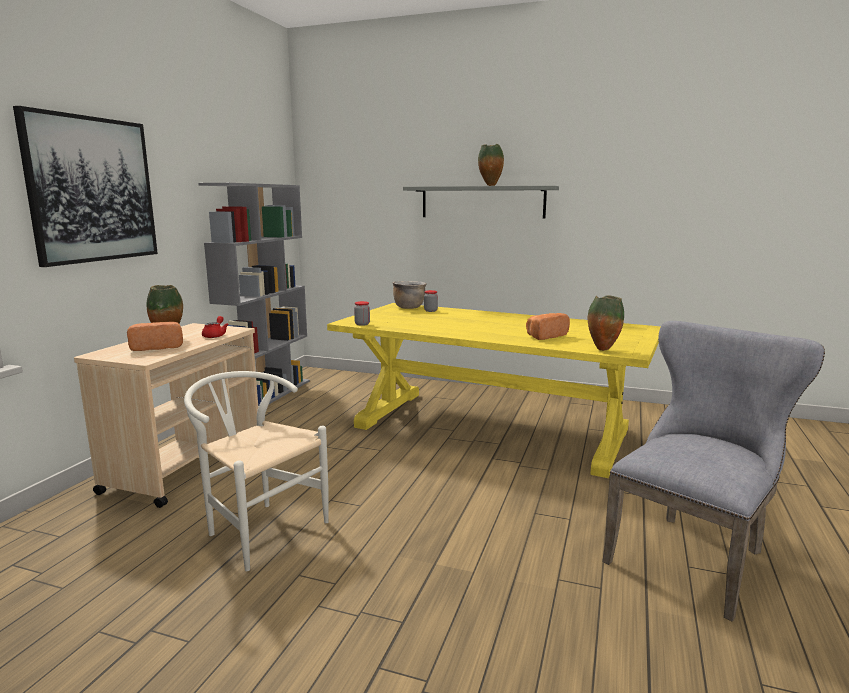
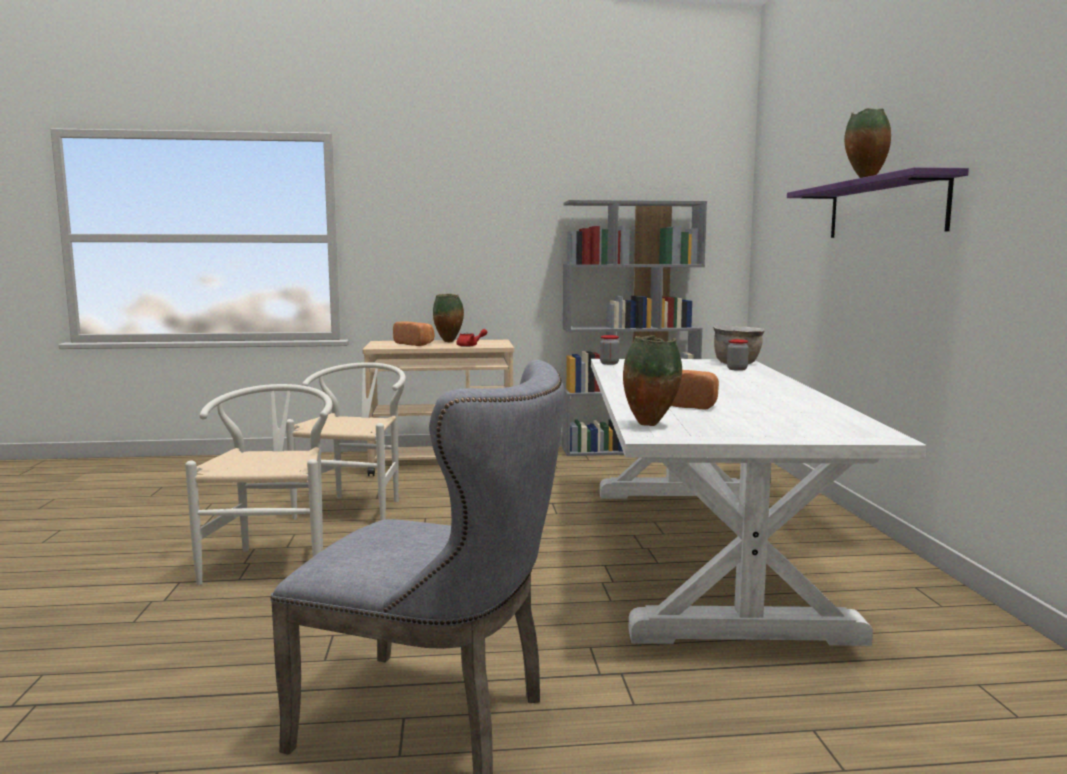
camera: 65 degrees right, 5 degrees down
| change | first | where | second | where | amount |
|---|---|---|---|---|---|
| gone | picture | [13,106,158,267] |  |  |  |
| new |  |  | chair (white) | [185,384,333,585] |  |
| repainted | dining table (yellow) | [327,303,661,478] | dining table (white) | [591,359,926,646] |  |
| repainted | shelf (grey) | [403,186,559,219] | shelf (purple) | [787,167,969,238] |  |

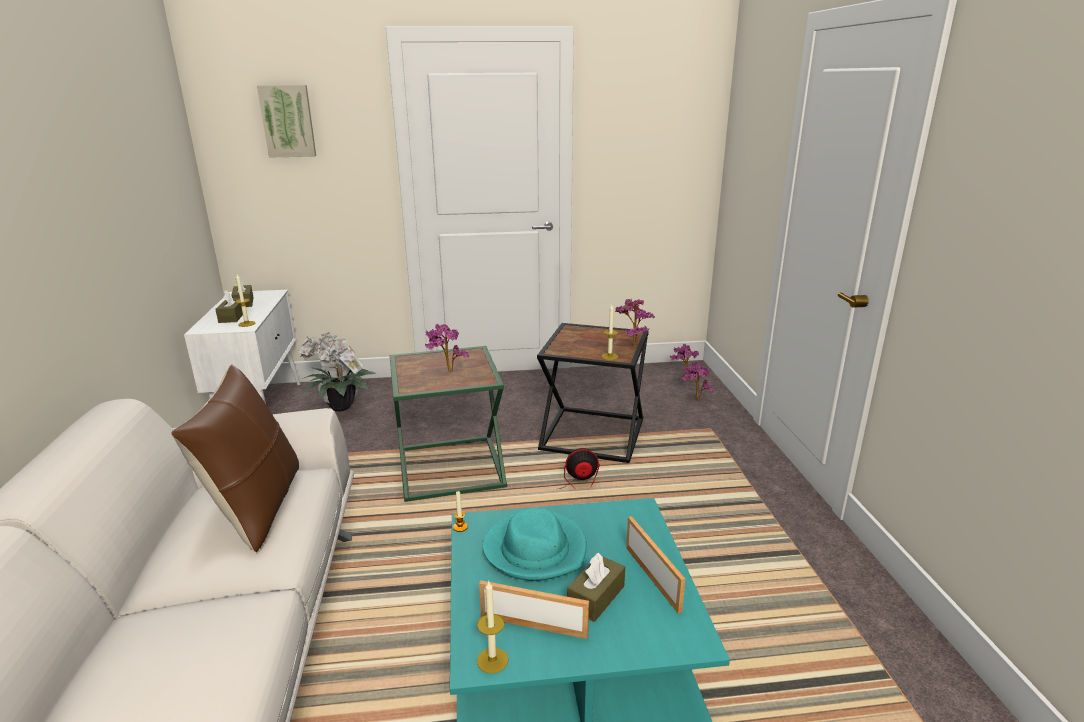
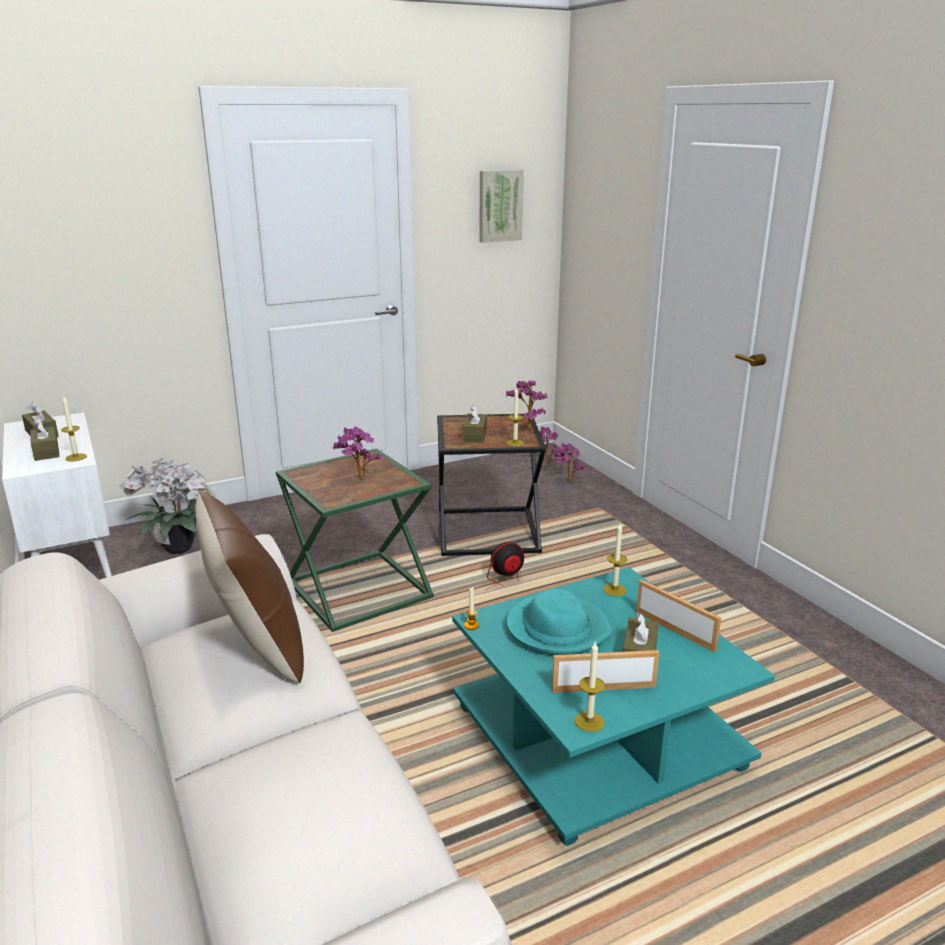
camera: 20 degrees left, 0 degrees up
| change | first | where | second | where | amount |
|---|---|---|---|---|---|
| new |  |  | tissue box (brown) | [463,405,487,442] |  |
| new |  |  | candle | [603,523,627,596] |  |
| shifted | picture | [257,85,316,158] |  | [480,170,524,243] |  |

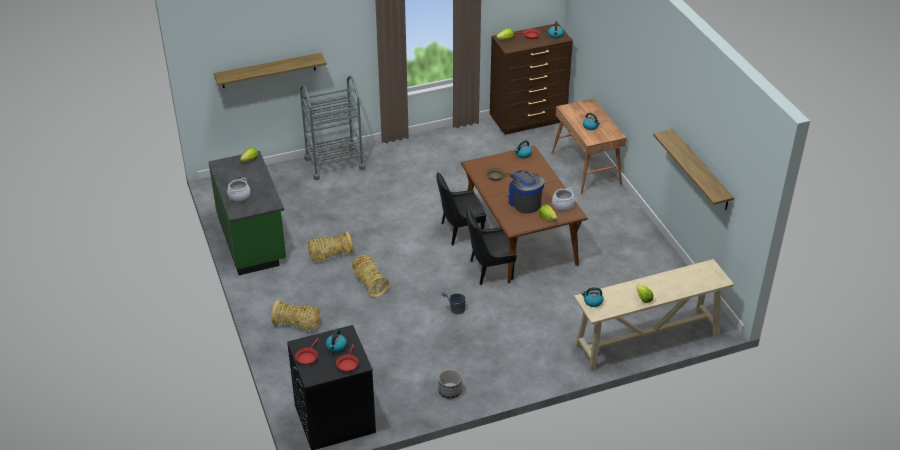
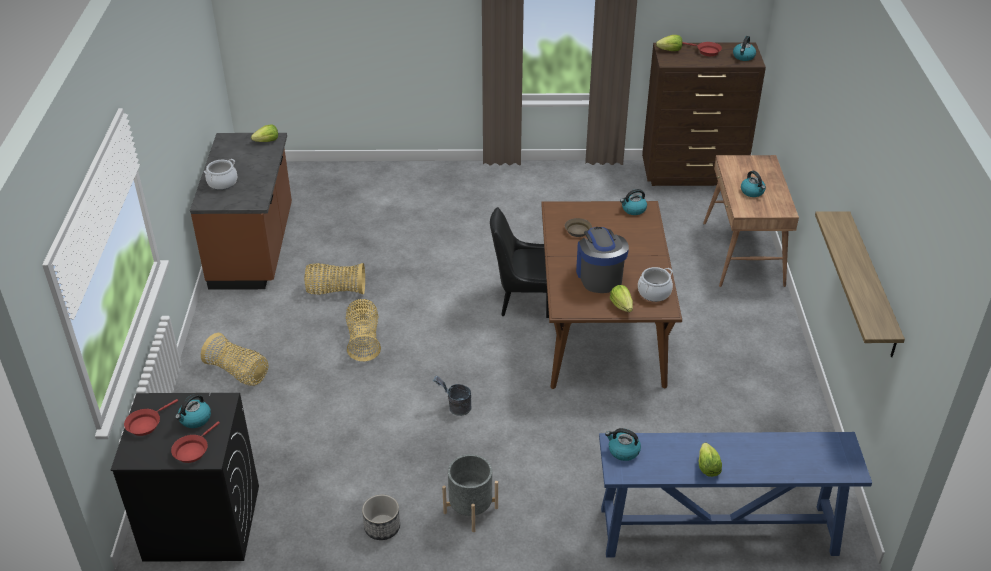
camera: 20 degrees right, 0 degrees up
| change | first | where | second | where | amount |
|---|---|---|---|---|---|
| gone | shelf | [214,53,327,88] |  |  |  |
| gone | cart (grey) | [300,76,365,180] |  |  |  |
| gone | chair (black) | [466,209,516,285] |  |  |  |
| new |  |  | planter (grey) | [442,454,498,532] |  |
| repainted | counter (green) | [208,151,286,275] | counter (brown) | [190,133,292,290] |  |
| repainted | console table (beige) | [574,259,734,371] | console table (blue) | [599,432,872,557] |  |

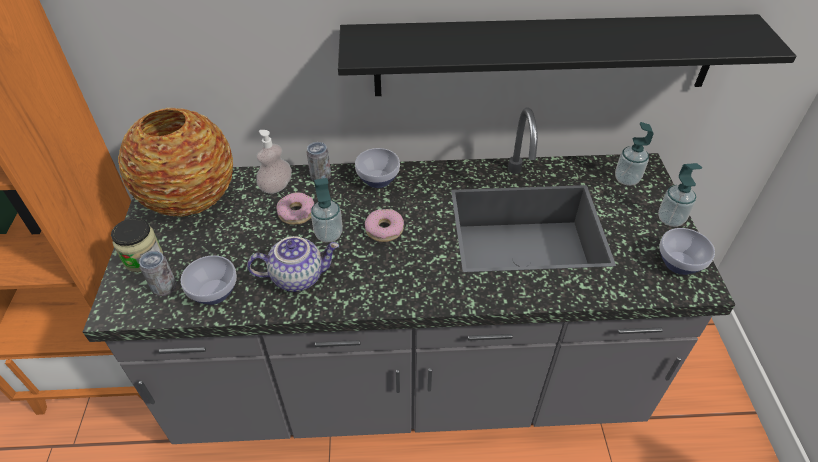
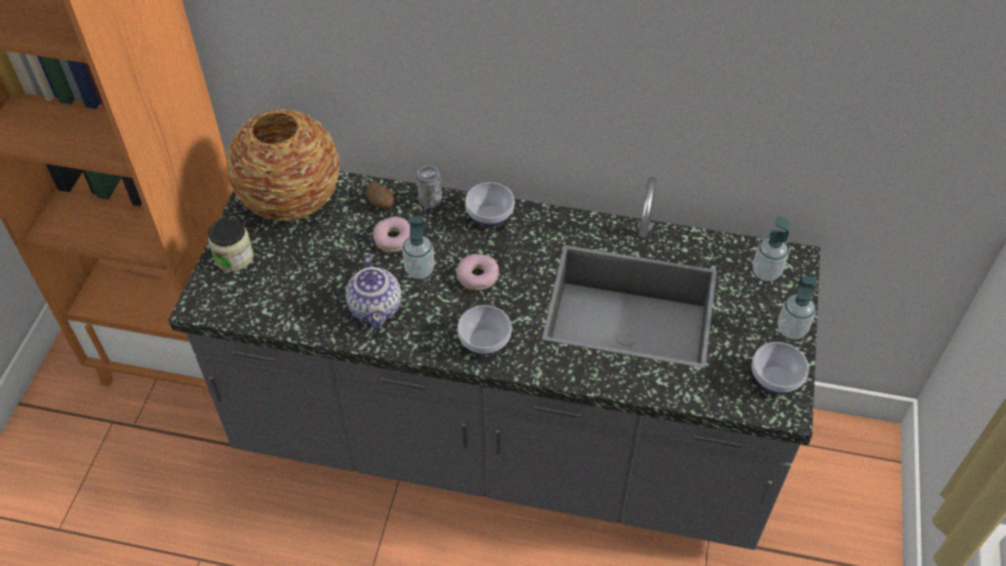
camera: 15 degrees right, 5 degrees up
| change | first | where | second | where | amount |
|---|---|---|---|---|---|
| gone | can | [139,251,177,296] |  |  |  |
| gone | shelf (black) | [338,14,796,96] |  |  |  |
| shifted | bowl | [181,255,237,305] |  | [457,305,512,355] |  |
| swapped | soap dispenser | [256,130,292,194] | potato | [366,182,394,209] |  |
| rotated | teapot | [247,236,339,292] |  | [346,252,401,328] | 75 degrees clockwise |

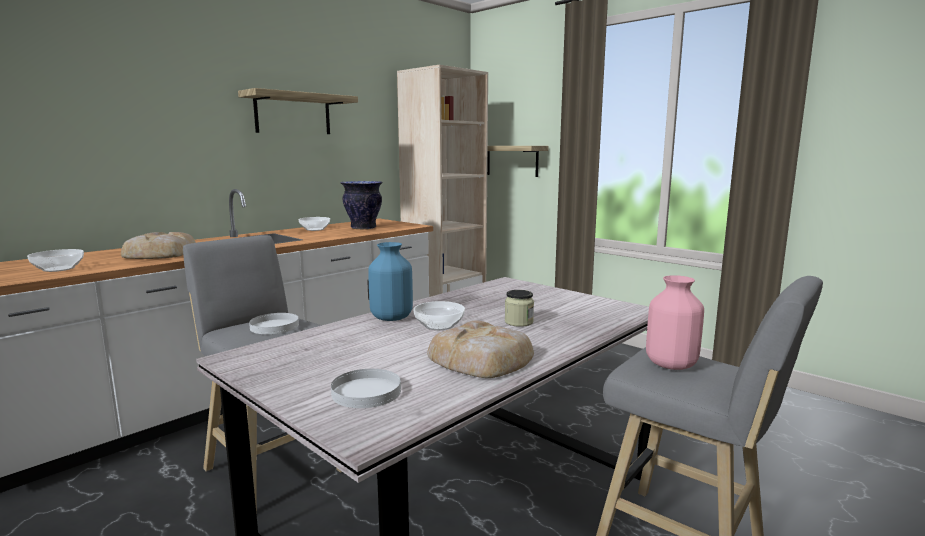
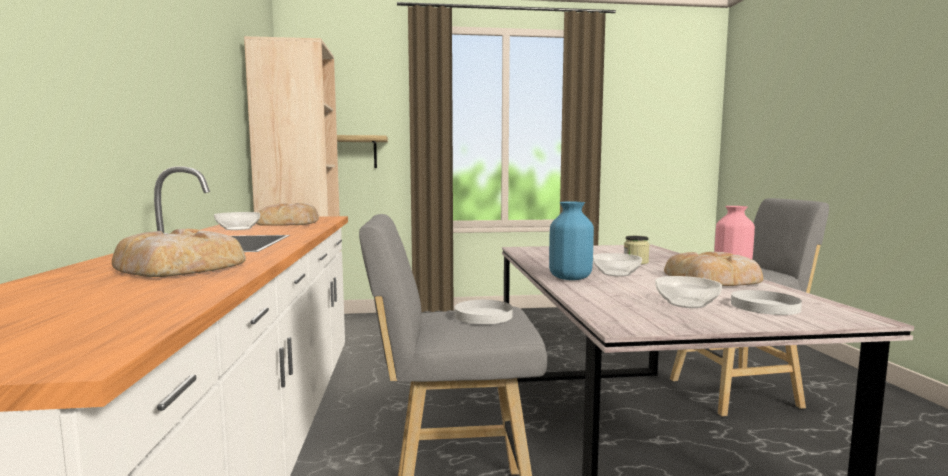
camera: 50 degrees left, 5 degrees down
| change | first | where | second | where | amount |
|---|---|---|---|---|---|
| gone | shelf | [238,88,358,134] |  |  |  |
| shifted | bowl | [27,249,84,272] |  | [655,276,722,308] |  |
| swapped | vase | [340,181,383,229] | bread | [256,203,319,226] |  |

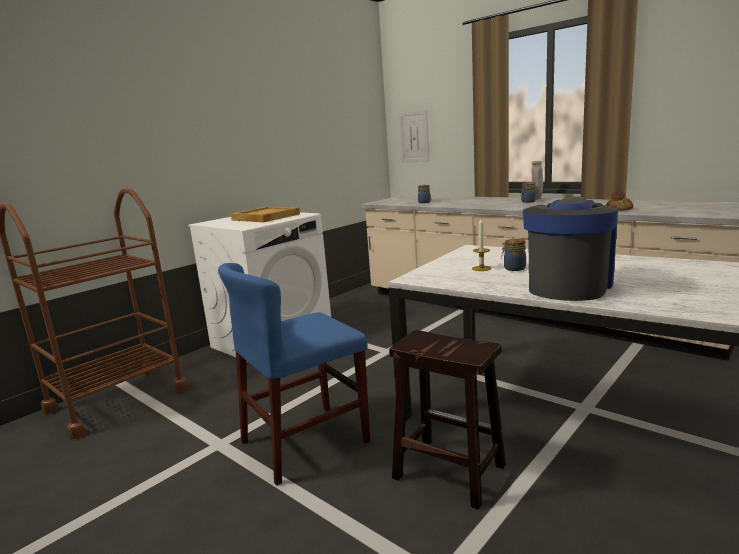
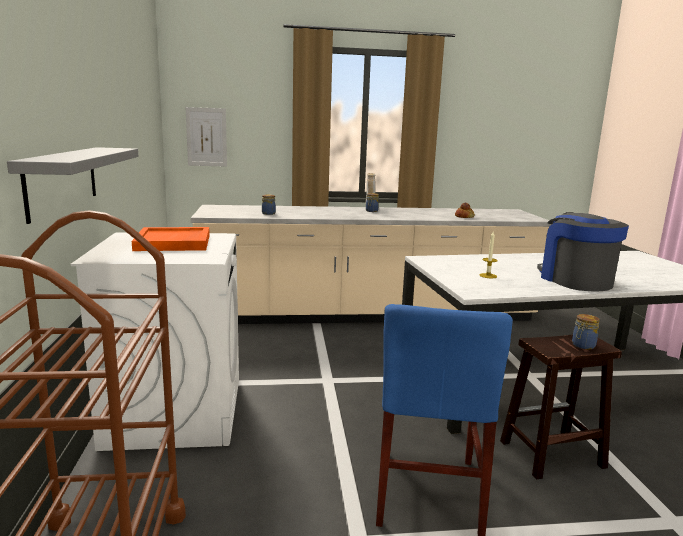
camera: 50 degrees left, 0 degrees up
| change | first | where | second | where | amount |
|---|---|---|---|---|---|
| new |  |  | shelf (grey) | [7,147,138,224] |  |
| shifted | jar | [502,239,526,271] |  | [572,314,600,349] |  |
| repainted | tray (beige) | [231,206,300,222] | tray (orange) | [132,227,210,251] |  |

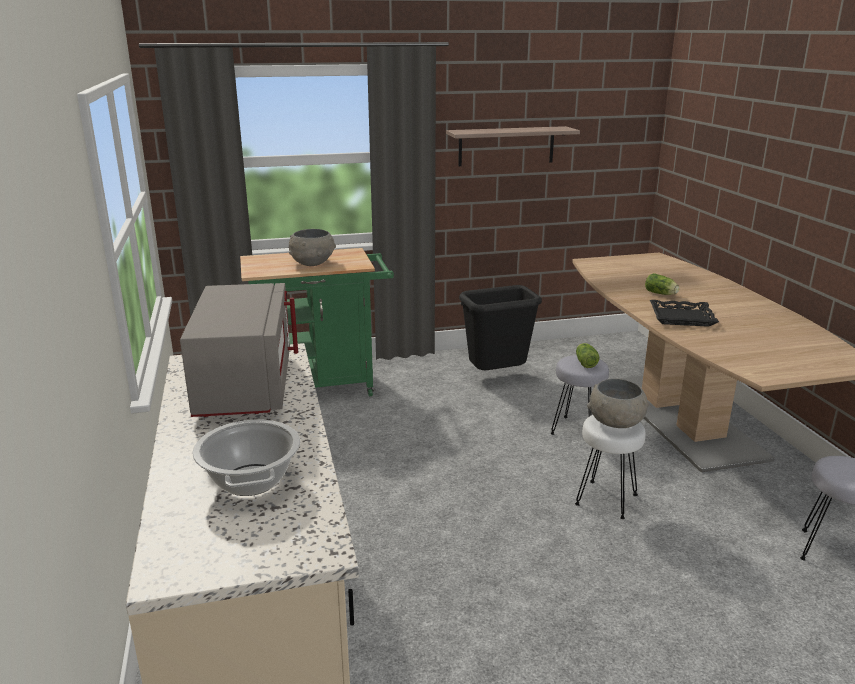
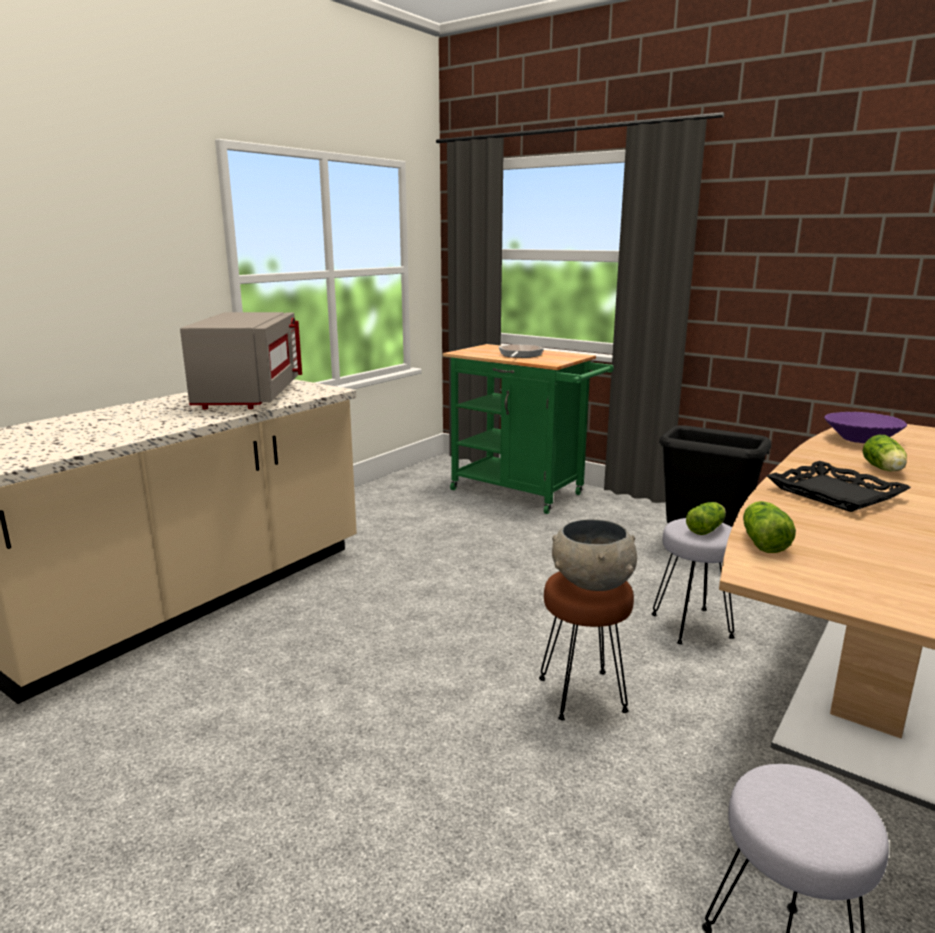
camera: 50 degrees right, 5 degrees down
| change | first | where | second | where | amount |
|---|---|---|---|---|---|
| gone | cooking pot | [192,419,300,496] |  |  |  |
| gone | shelf | [446,126,580,166] |  |  |  |
| new |  |  | lettuce | [743,501,796,553] |  |
| new |  |  | bowl (purple) | [824,412,907,443] |  |
| swapped | bowl (grey) | [289,229,336,266] | frying pan | [499,344,544,358] |  |
| repainted | stool (white) | [575,415,646,519] | stool (brown) | [539,571,634,720] |  |
| rotated | microwave (grey) | [180,283,298,417] |  | [180,312,302,410] | 45 degrees counterclockwise |

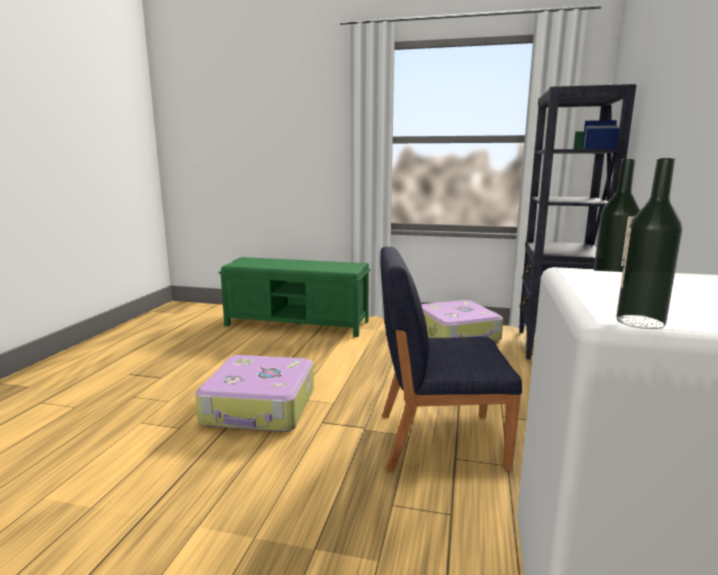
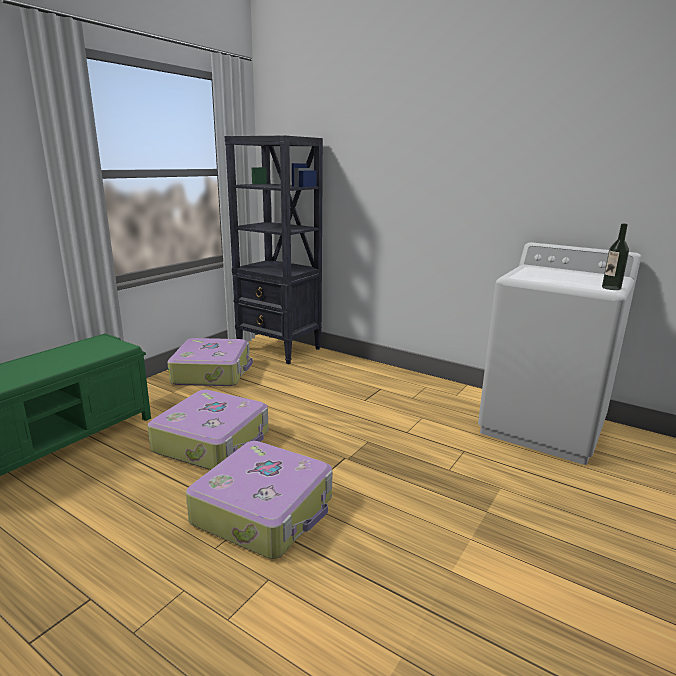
camera: 70 degrees left, 5 degrees up
| change | first | where | second | where | amount |
|---|---|---|---|---|---|
| gone | chair (blue) | [380,247,522,471] |  |  |  |
| gone | bottle | [592,159,641,294] |  |  |  |
| new |  |  | suitcase | [147,390,269,470] |  |

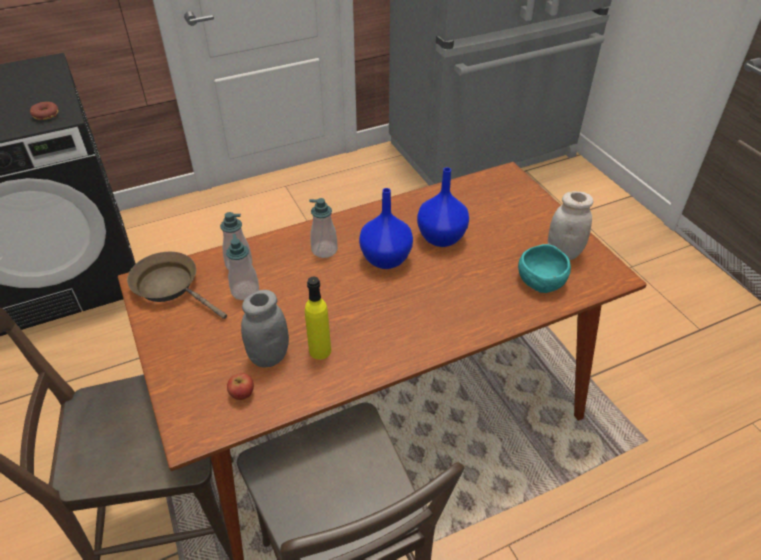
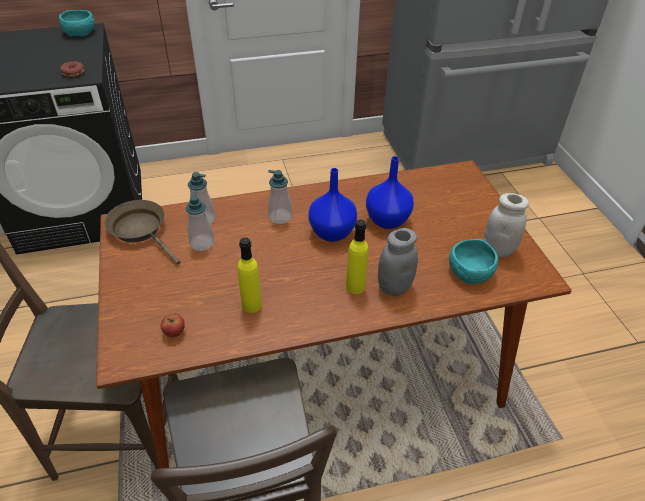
camera: 10 degrees right, 0 degrees up
| change | first | where | second | where | amount |
|---|---|---|---|---|---|
| new |  |  | bowl (turquoise) | [59,10,95,37] |  |
| new |  |  | bottle (yellow) | [346,220,369,294] |  |
| shifted | jar (grey) | [241,290,289,368] |  | [378,228,418,296] |  |

